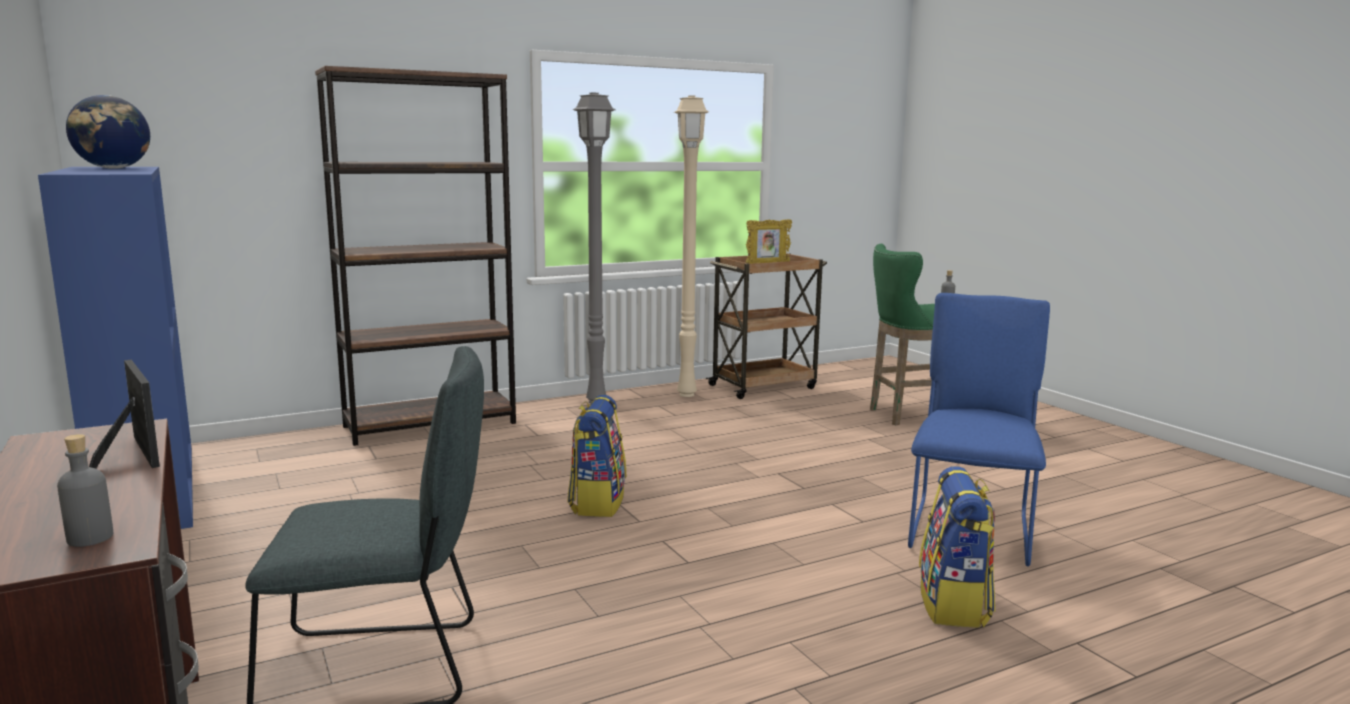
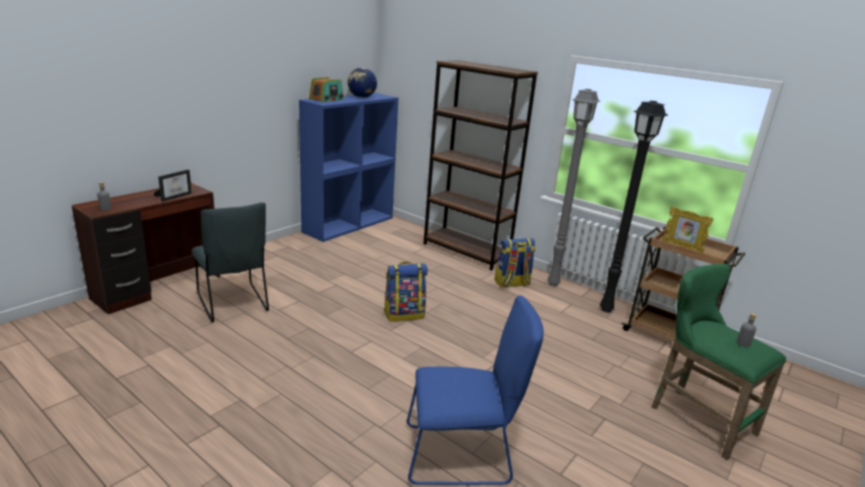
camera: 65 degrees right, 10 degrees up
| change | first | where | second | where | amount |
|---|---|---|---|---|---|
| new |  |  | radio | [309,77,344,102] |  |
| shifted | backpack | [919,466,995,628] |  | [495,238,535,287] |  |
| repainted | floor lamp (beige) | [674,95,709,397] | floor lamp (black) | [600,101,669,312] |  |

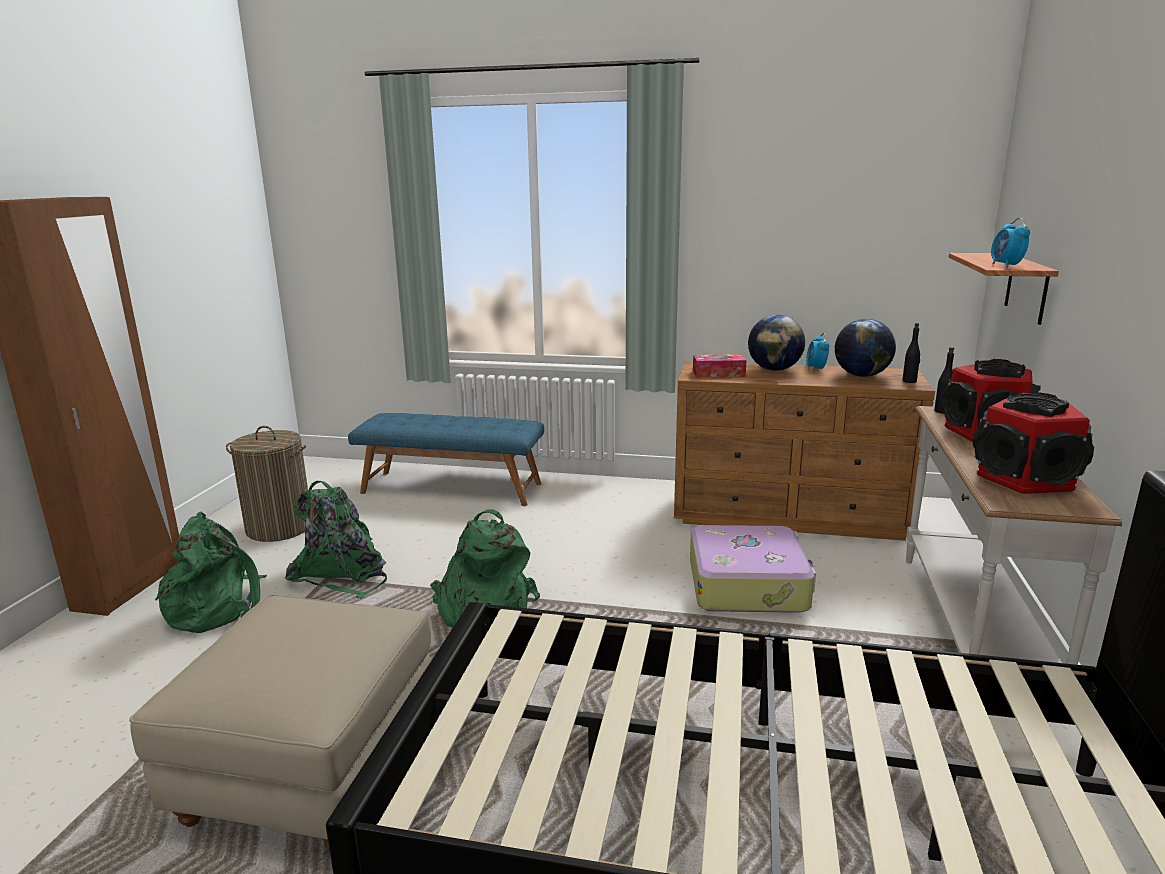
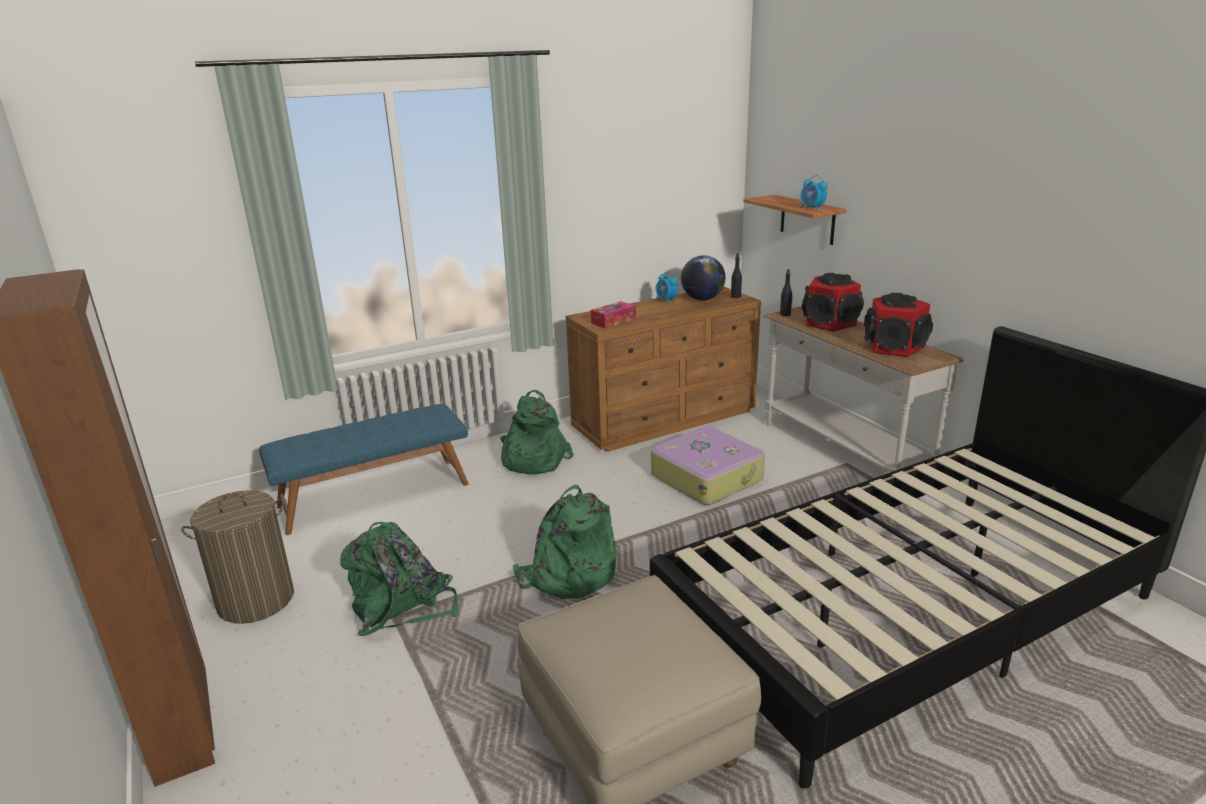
camera: 40 degrees left, 5 degrees up
| change | first | where | second | where | amount |
|---|---|---|---|---|---|
| gone | globe | [748,315,805,371] |  |  |  |
| shifted | backpack (green) | [155,512,267,633] |  | [500,390,573,474] |  |

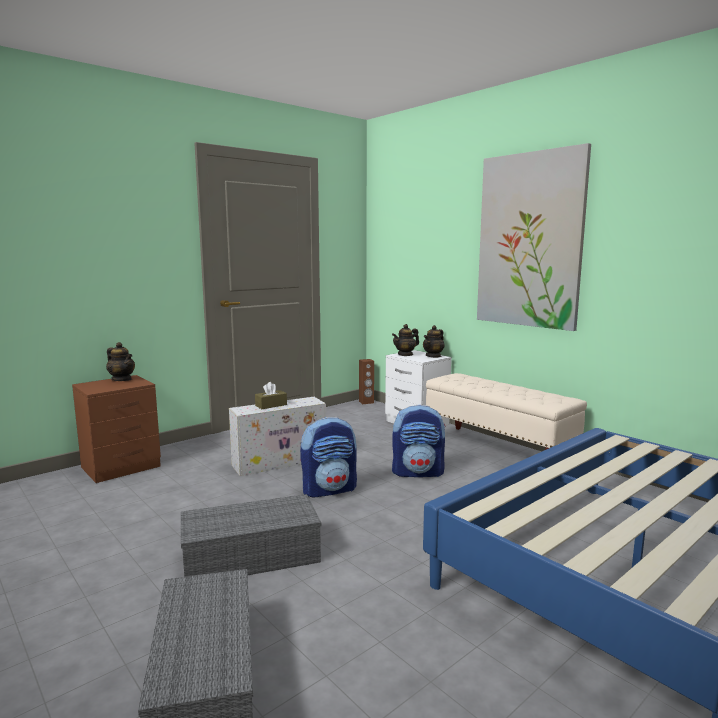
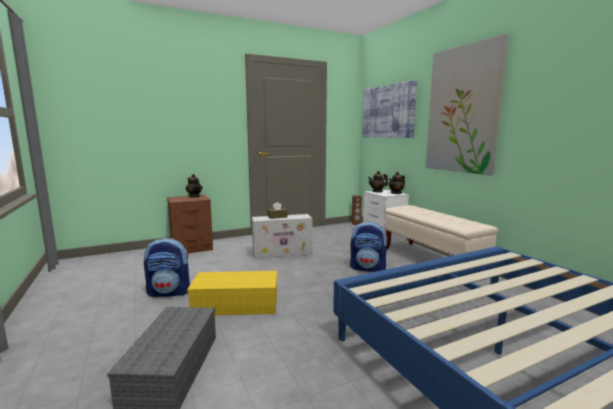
camera: 15 degrees right, 0 degrees up
| change | first | where | second | where | amount |
|---|---|---|---|---|---|
| new |  |  | picture | [362,80,417,138] |  |
| shifted | backpack | [300,417,357,498] |  | [144,238,190,297] |  |
| repainted | storage box (grey) | [181,494,321,577] | storage box (yellow) | [187,271,277,315] |  |

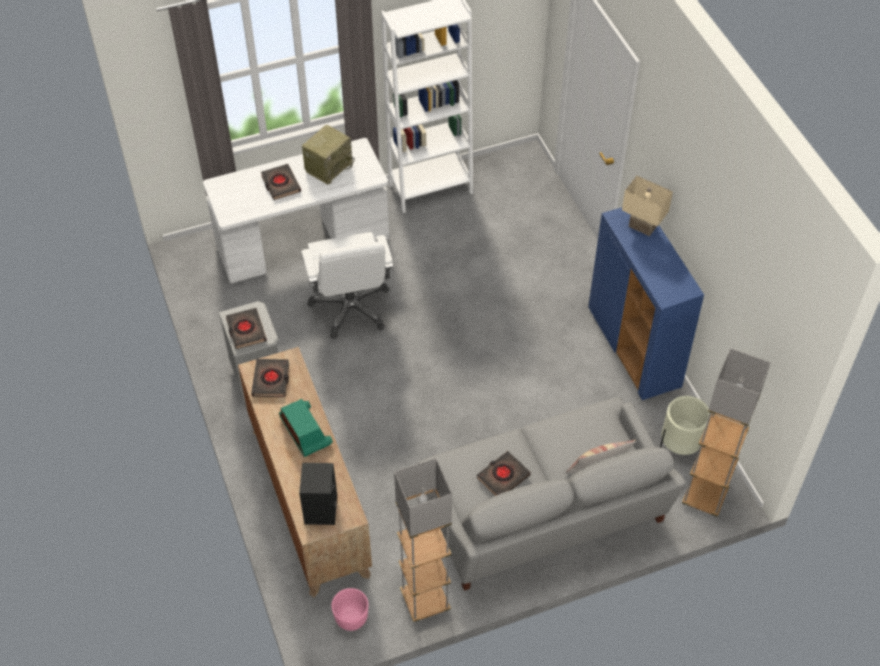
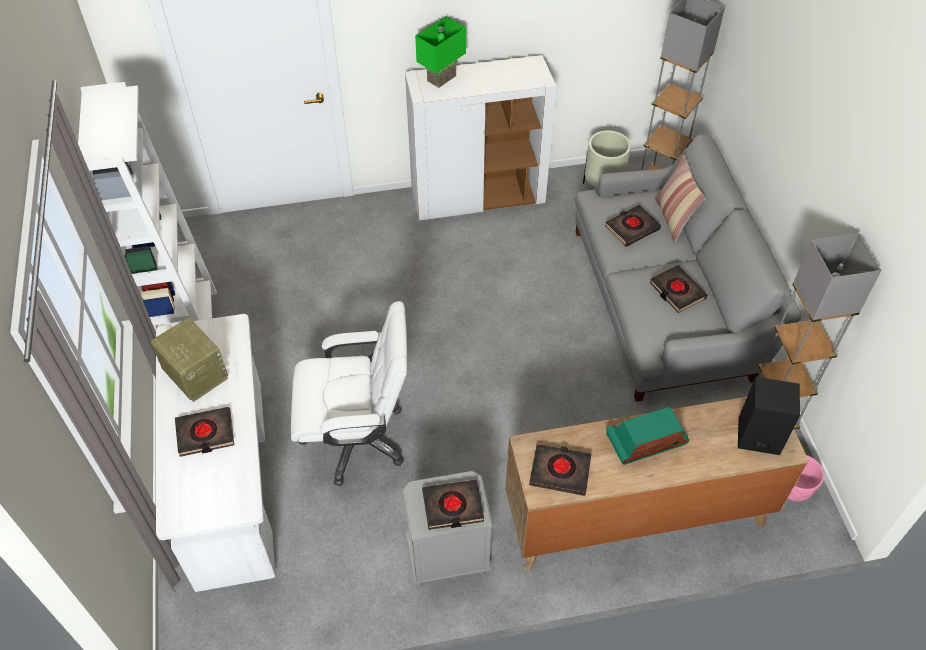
camera: 80 degrees left, 0 degrees up
| change | first | where | second | where | amount |
|---|---|---|---|---|---|
| new |  |  | book (black) | [605,205,661,246] |  |
| repainted | cabinet (blue) | [588,207,704,400] | cabinet (white) | [405,55,556,221] |  |
| repainted | table lamp (beige) | [622,176,673,236] | table lamp (green) | [415,16,466,88] |  |

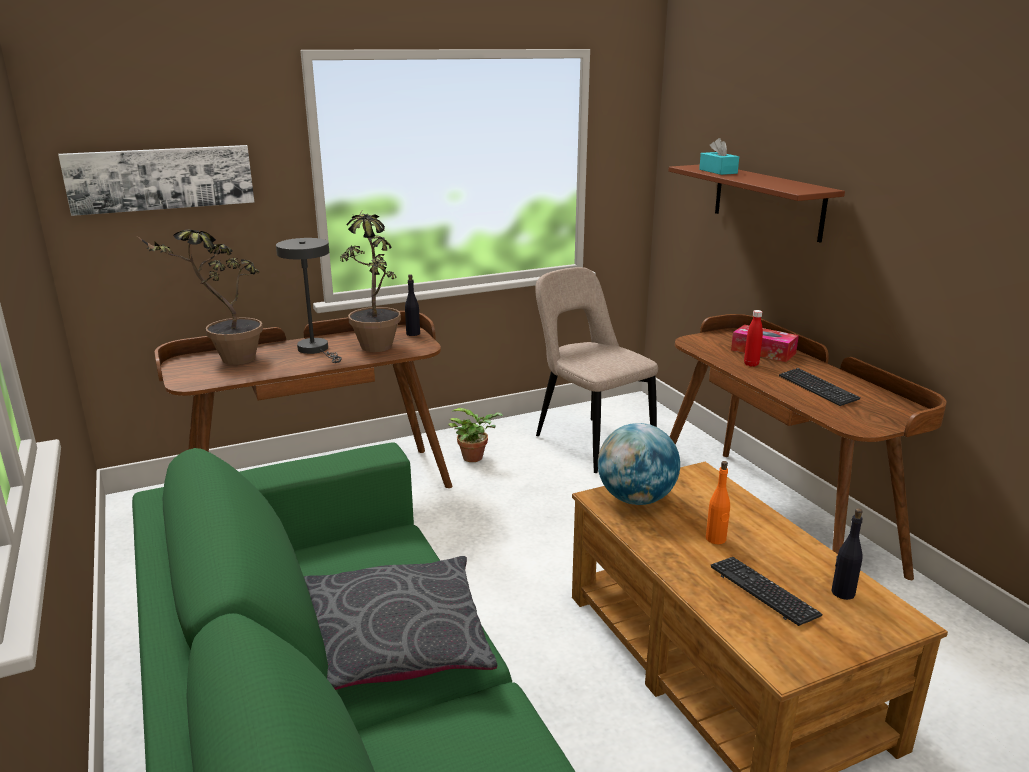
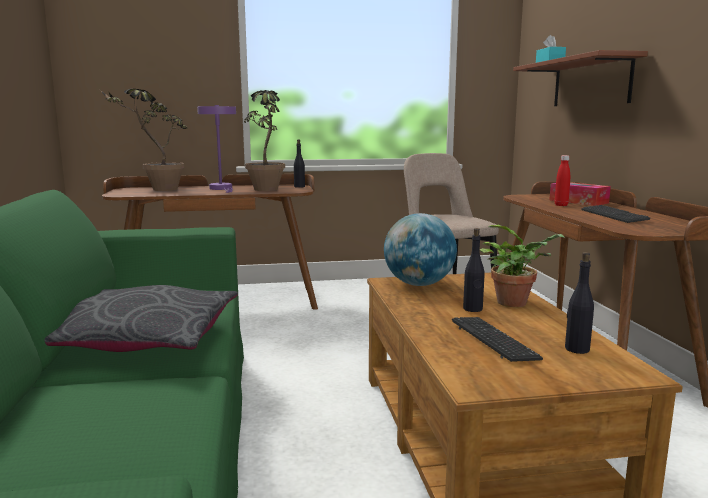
camera: 15 degrees right, 10 degrees down
| change | first | where | second | where | amount |
|---|---|---|---|---|---|
| gone | picture | [58,145,254,216] |  |  |  |
| shifted | potted plant | [448,408,503,462] |  | [480,224,565,307] |  |
| repainted | table lamp (grey) | [276,238,342,363] | table lamp (purple) | [197,105,236,193] |  |
| repainted | bottle (orange) | [706,461,730,544] | bottle (black) | [463,228,485,312] |  |

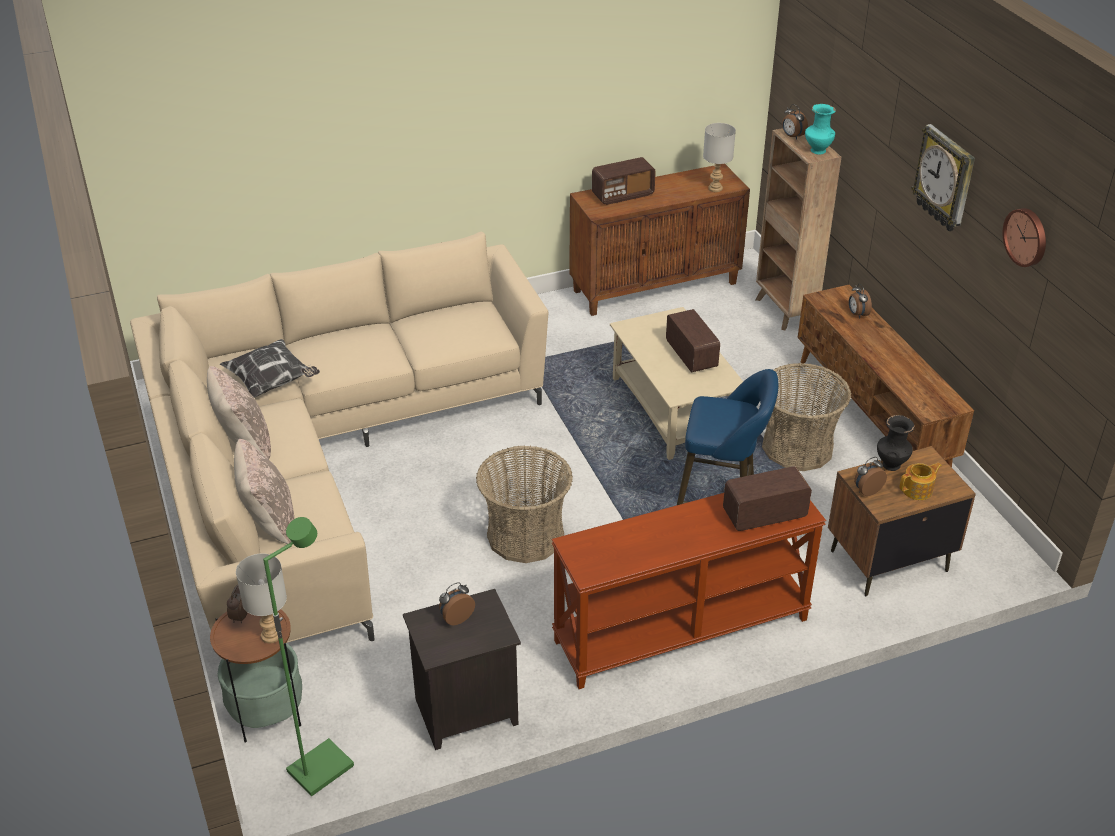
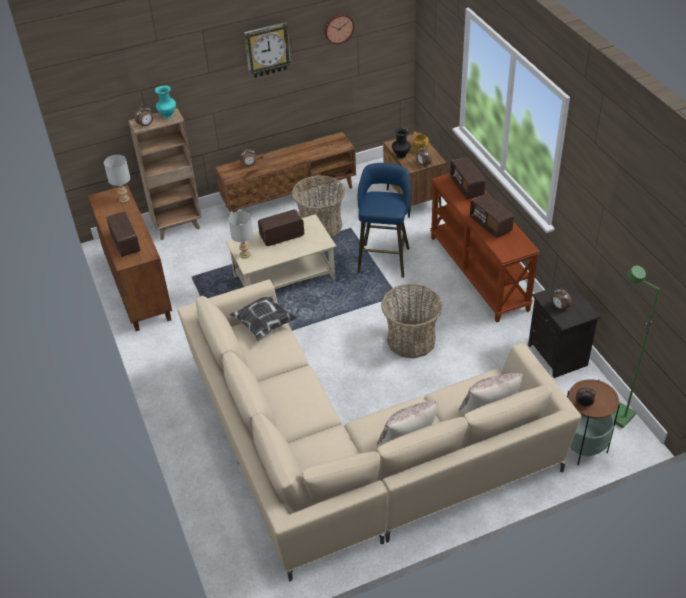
camera: 90 degrees left, 5 degrees up
| change | first | where | second | where | amount |
|---|---|---|---|---|---|
| new |  |  | radio | [470,193,514,238] |  |
| shifted | pillow | [220,339,320,398] |  | [230,296,298,341] |  |
| shifted | table lamp (grey) | [236,553,287,644] |  | [228,211,253,259] |  |

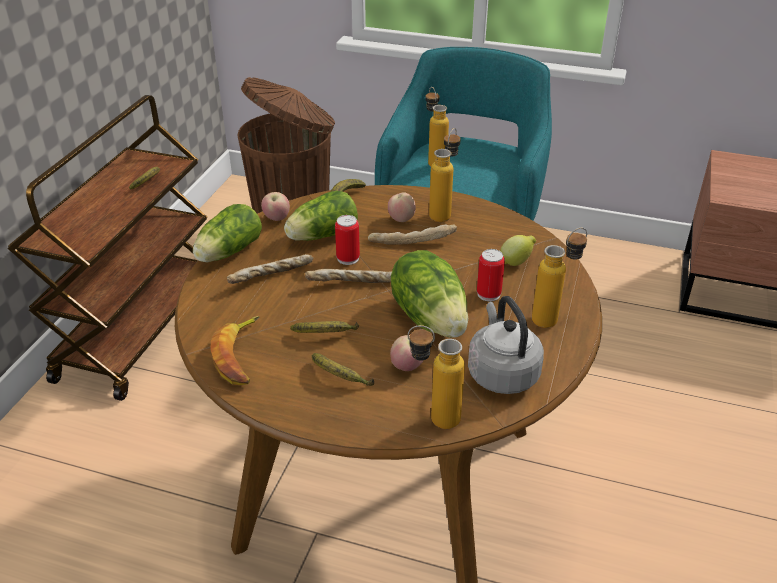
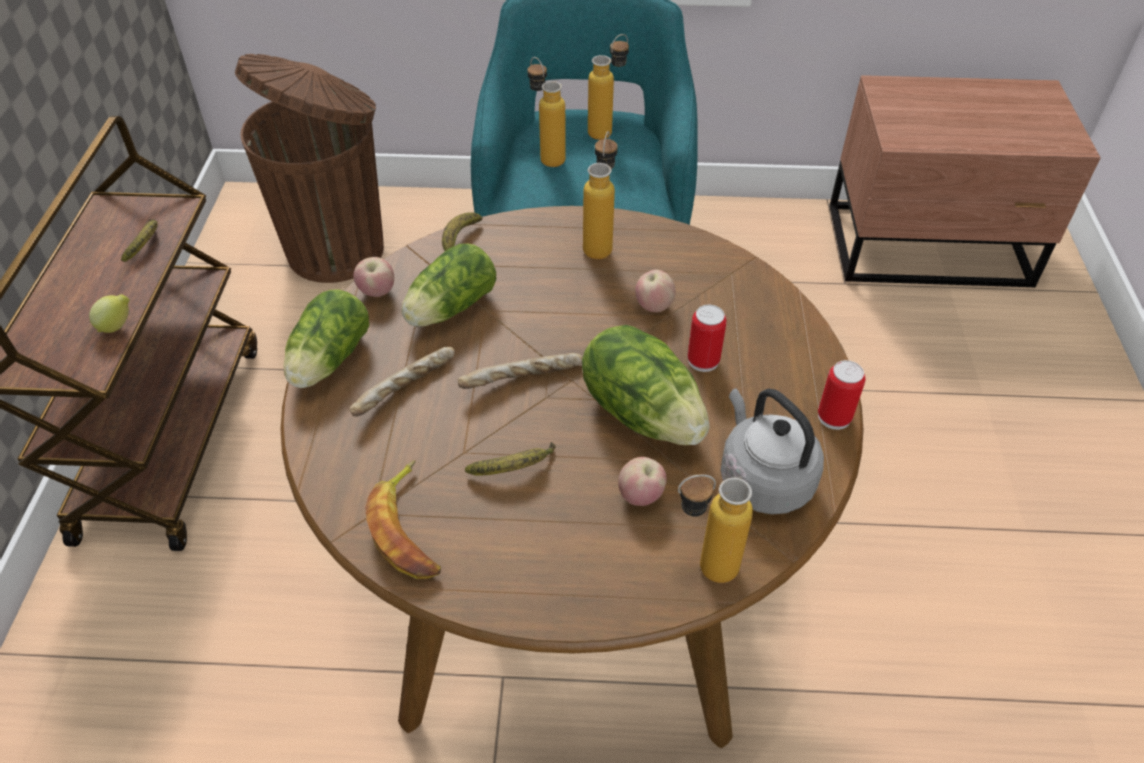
camera: 15 degrees left, 10 degrees up
| change | first | where | second | where | amount |
|---|---|---|---|---|---|
| gone | banana | [312,353,374,386] |  |  |  |
| gone | bread | [368,224,457,245] |  |  |  |
| shifted | can | [335,215,360,265] |  | [818,360,865,430] |  |
| shifted | apple | [388,192,416,222] |  | [635,270,675,312] |  |
| shifted | lemon | [500,235,536,266] |  | [89,294,130,333] |  |
| shifted | bottle | [532,228,587,328] |  | [588,34,629,140] |  |

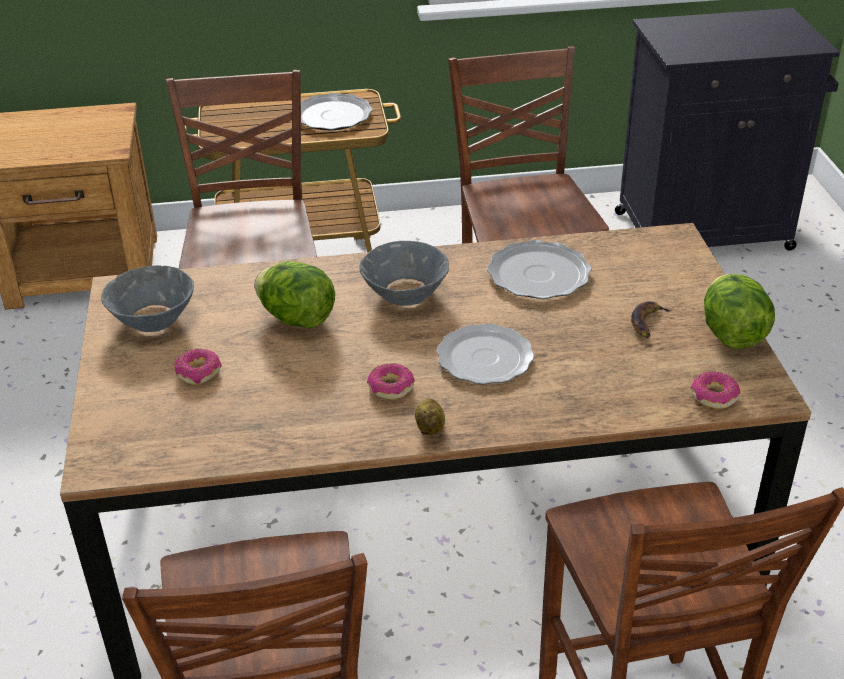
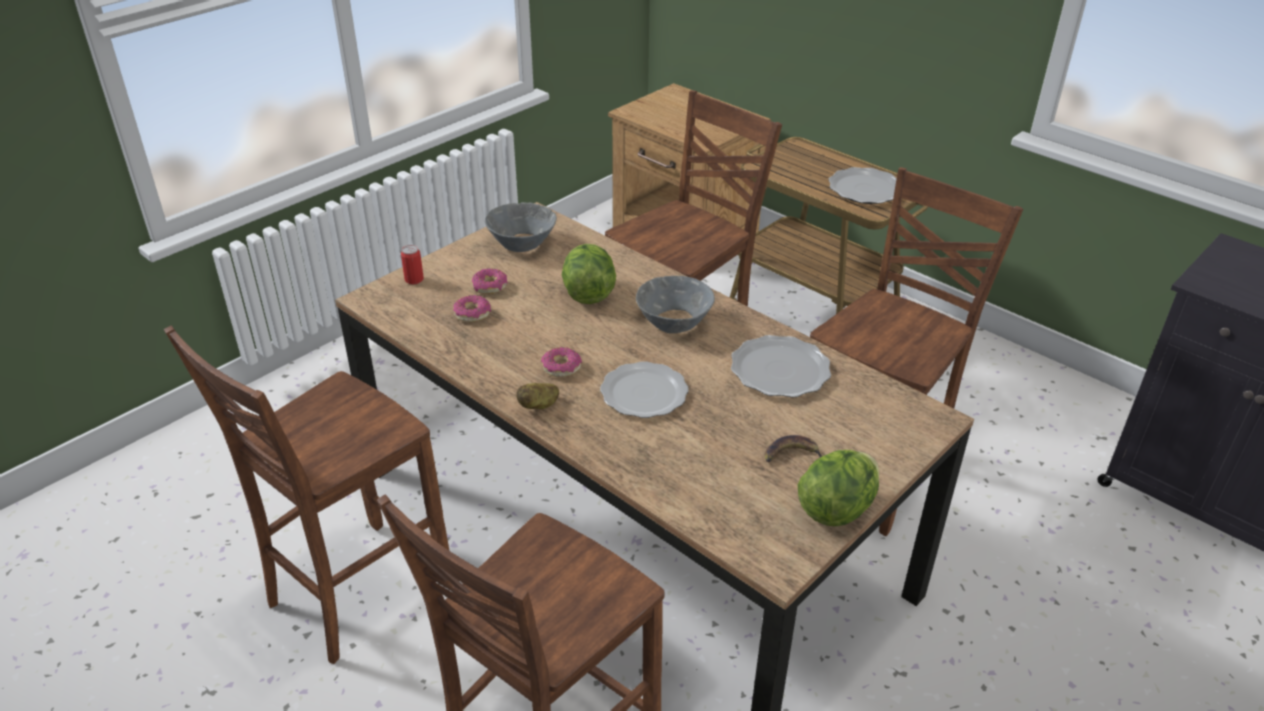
camera: 50 degrees right, 0 degrees up
| change | first | where | second | where | amount |
|---|---|---|---|---|---|
| new |  |  | can | [401,245,424,285] |  |
| shifted | donut | [691,372,741,409] |  | [453,295,491,322] |  |

